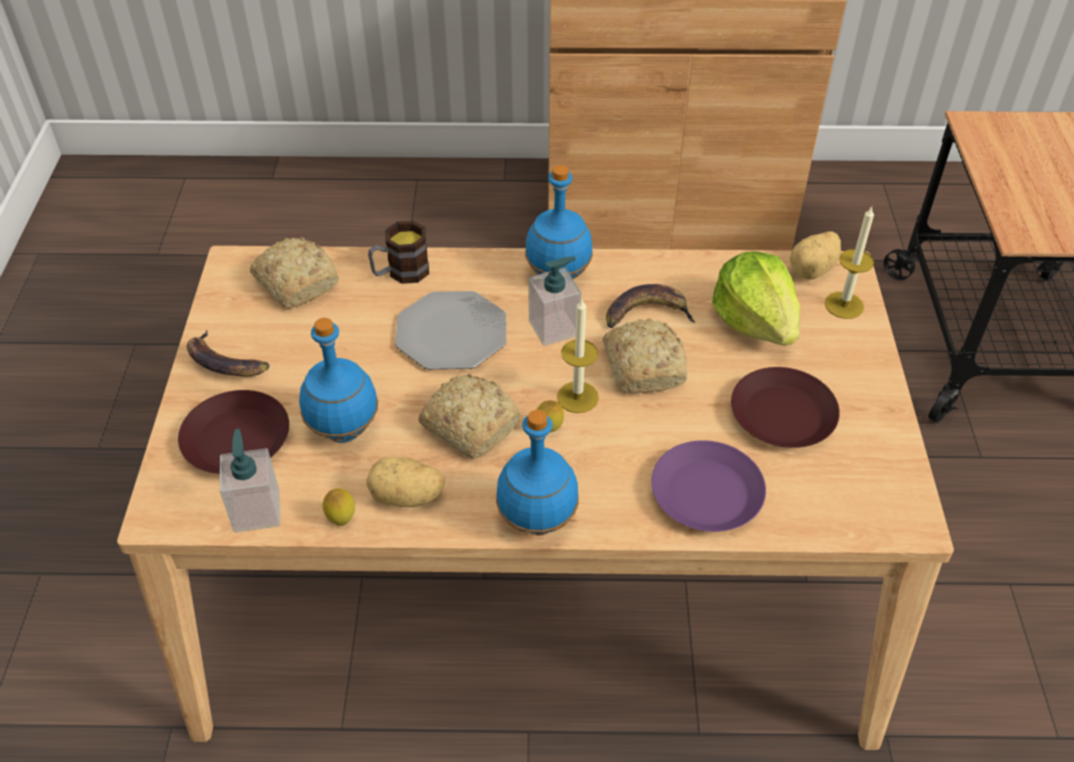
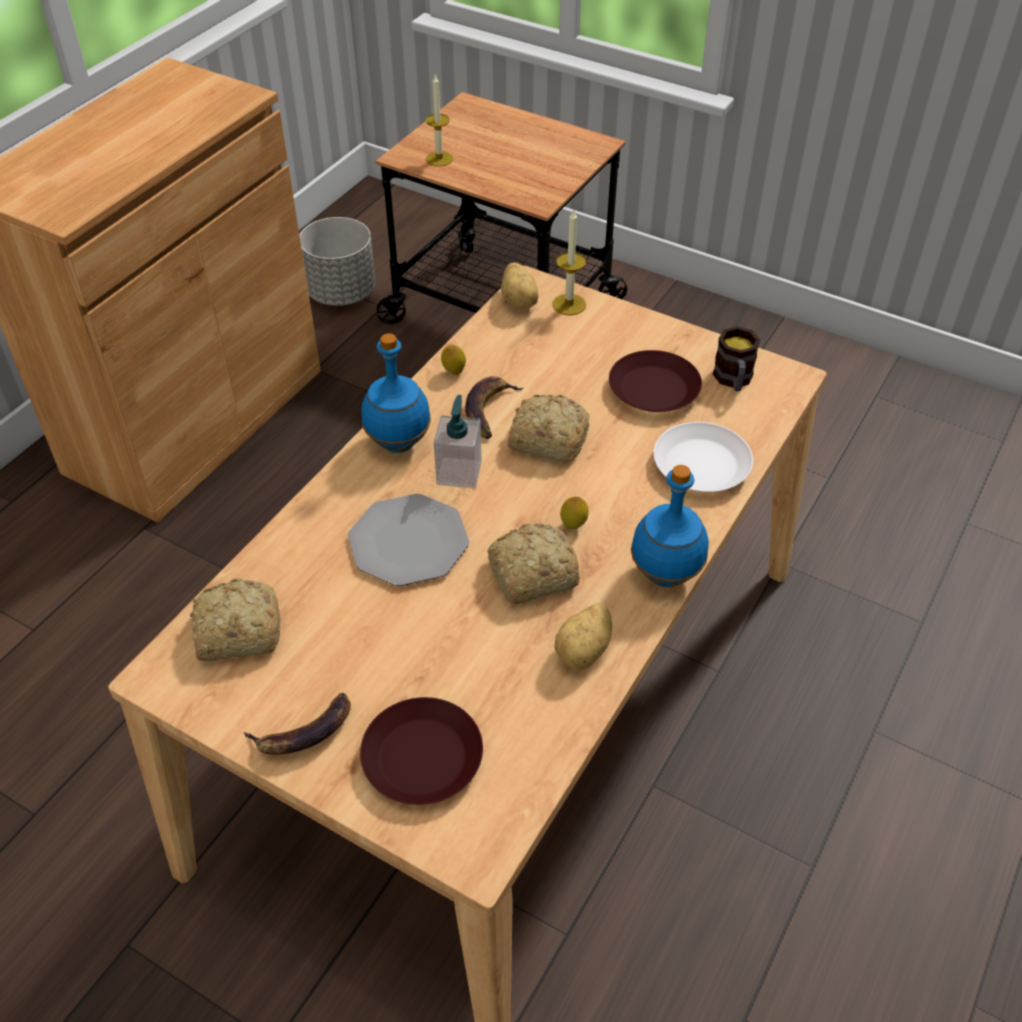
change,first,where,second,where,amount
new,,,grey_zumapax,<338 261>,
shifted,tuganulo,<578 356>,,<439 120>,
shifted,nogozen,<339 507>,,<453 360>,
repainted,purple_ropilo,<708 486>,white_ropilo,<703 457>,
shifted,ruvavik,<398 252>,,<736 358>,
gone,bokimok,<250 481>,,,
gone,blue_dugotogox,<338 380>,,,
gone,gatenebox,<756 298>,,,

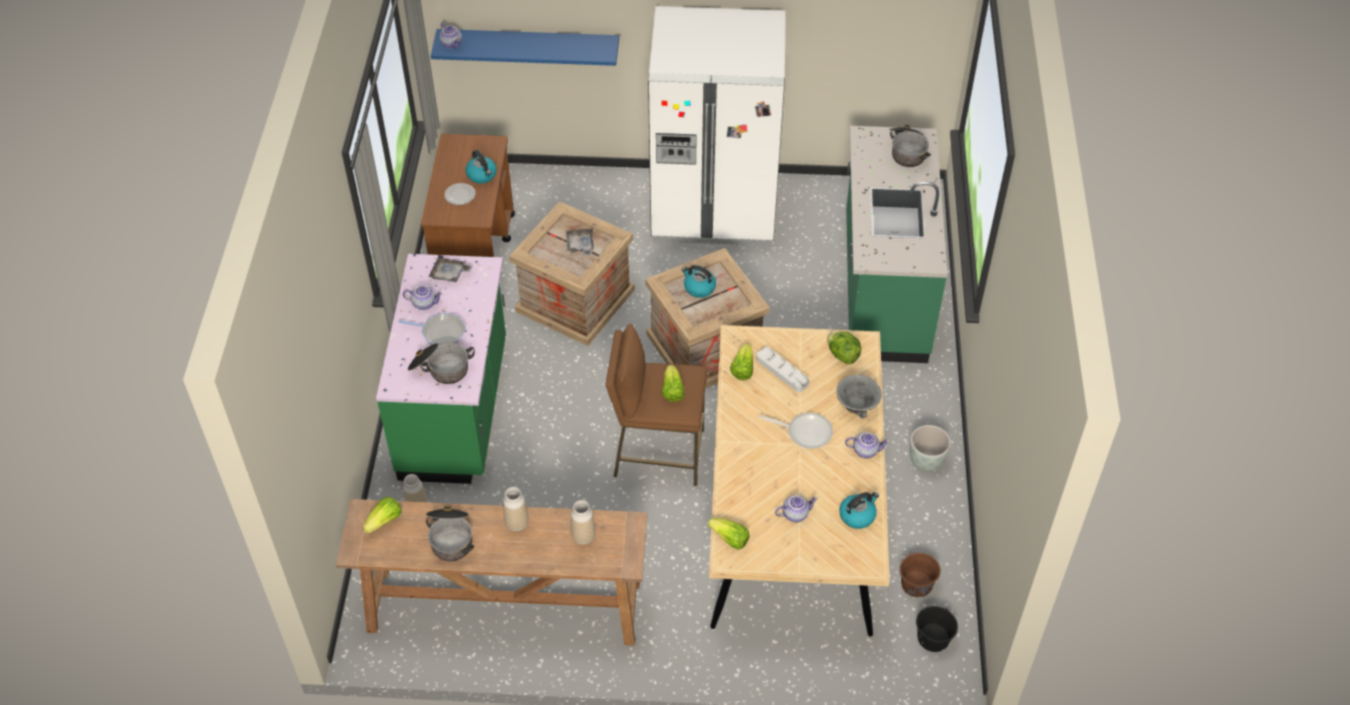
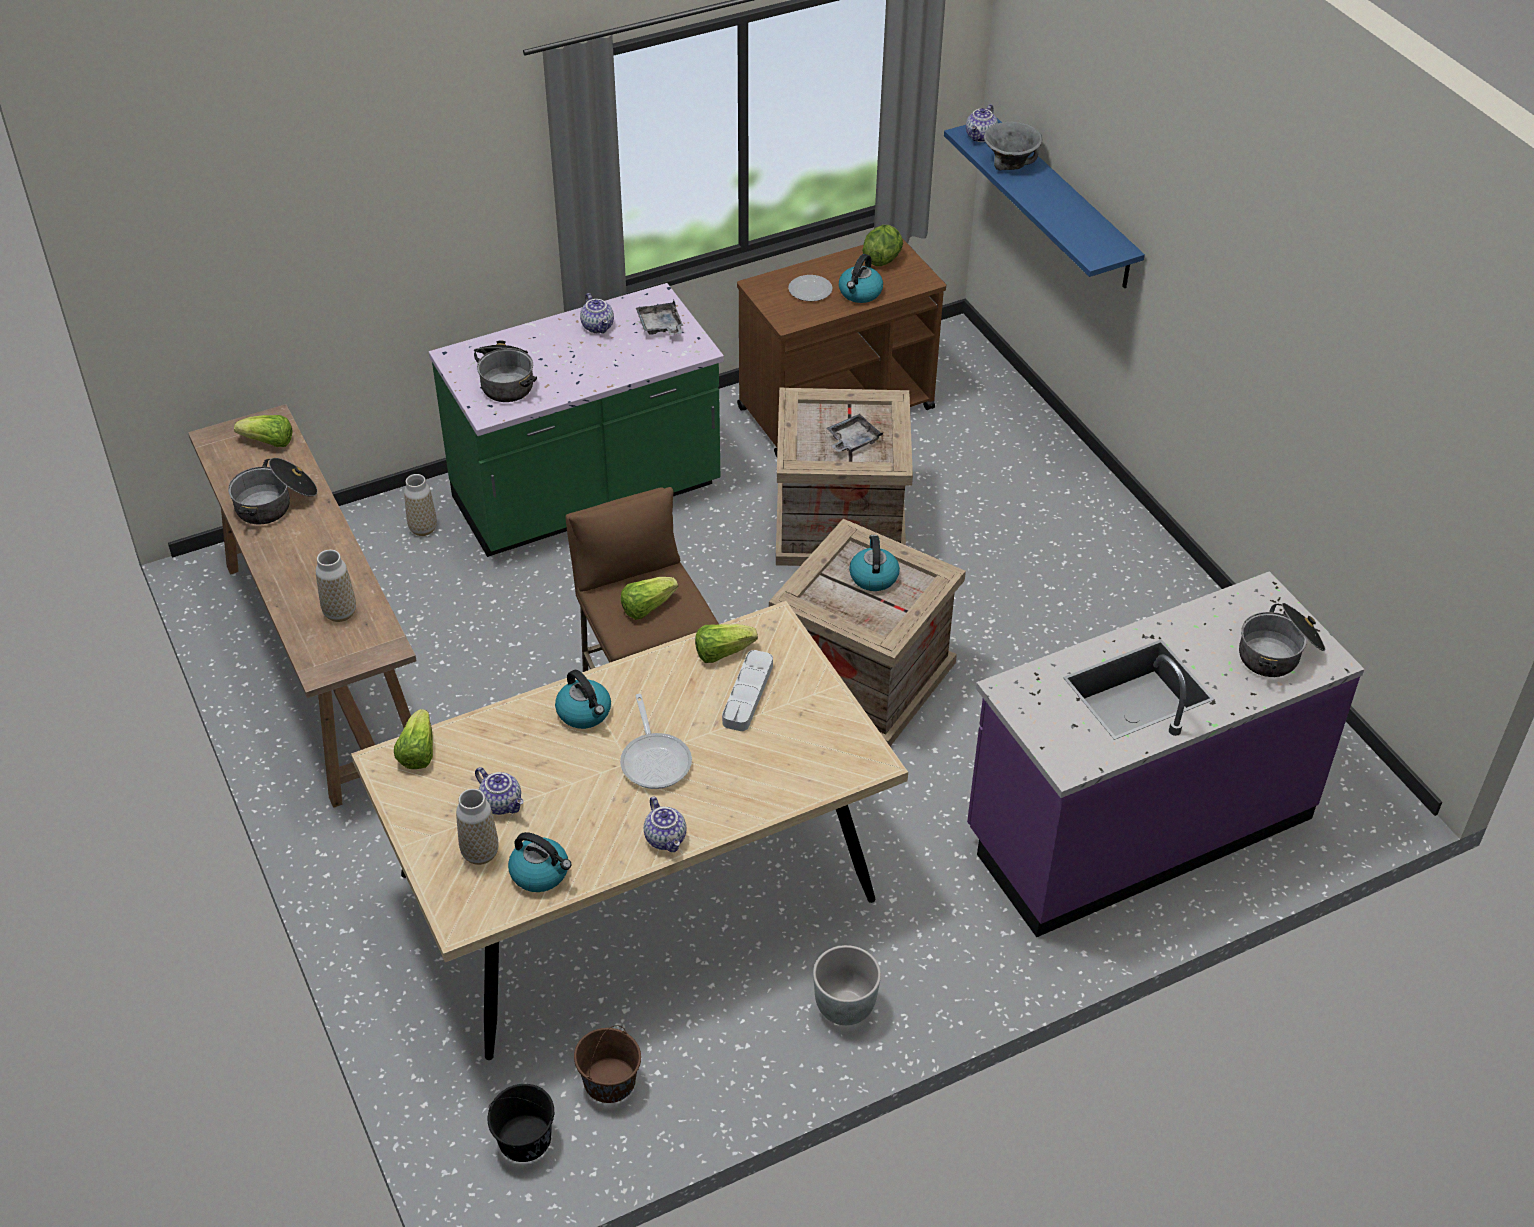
change,first,where,second,where,amount
shifted,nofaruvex,<516 509>,,<477 827>,
new,,,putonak,<583 699>,
shifted,gatenebox,<844 347>,,<882 245>,
repainted,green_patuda,<896 244>,purple_patuda,<1165 754>,
shifted,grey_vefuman,<859 396>,,<1013 145>,
gone,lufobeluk,<432 328>,,,
gone,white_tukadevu,<717 126>,,,

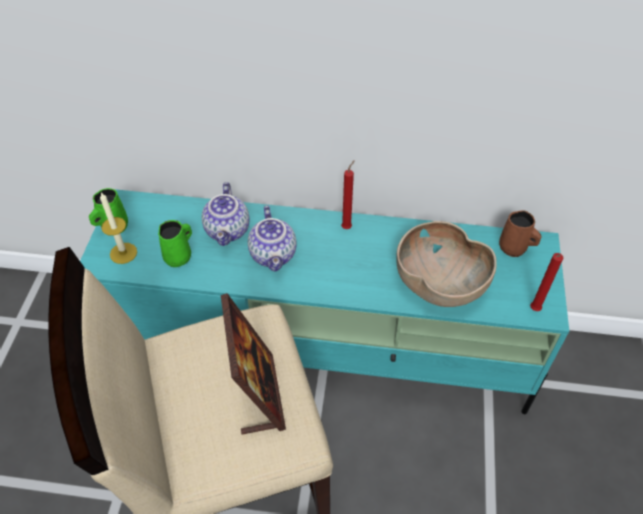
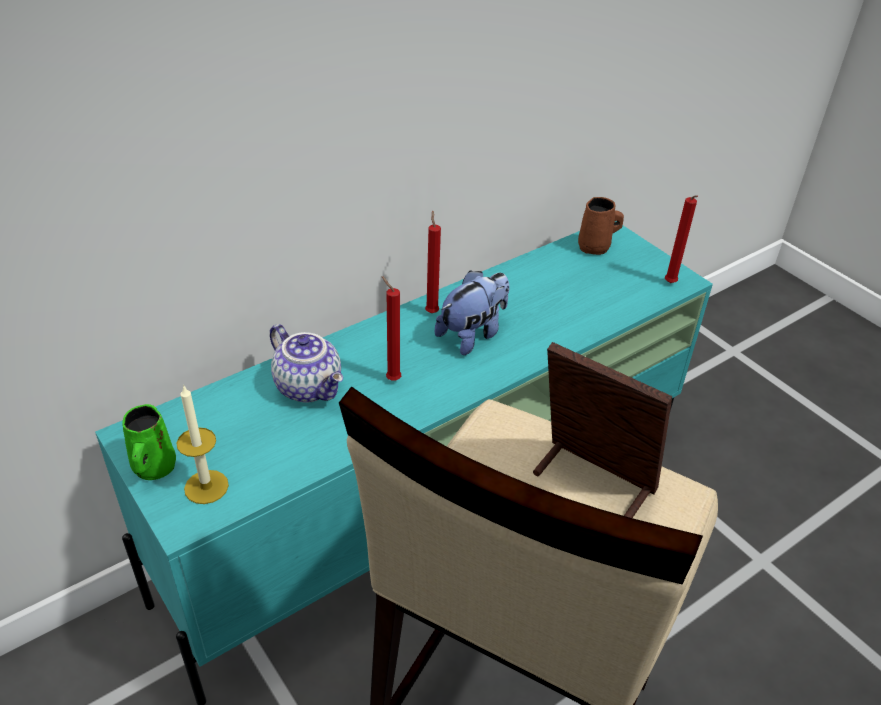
change,first,where,second,where,amount
swapped,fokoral,<272 239>,red_tuganulo,<391 328>,
new,,,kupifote,<472 312>,
gone,green_ruvavik,<175 243>,,,
gone,brown_vefuman,<446 264>,,,

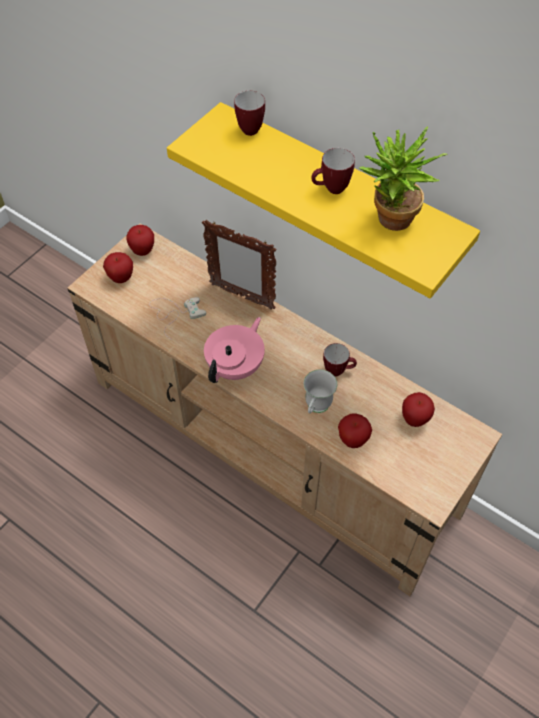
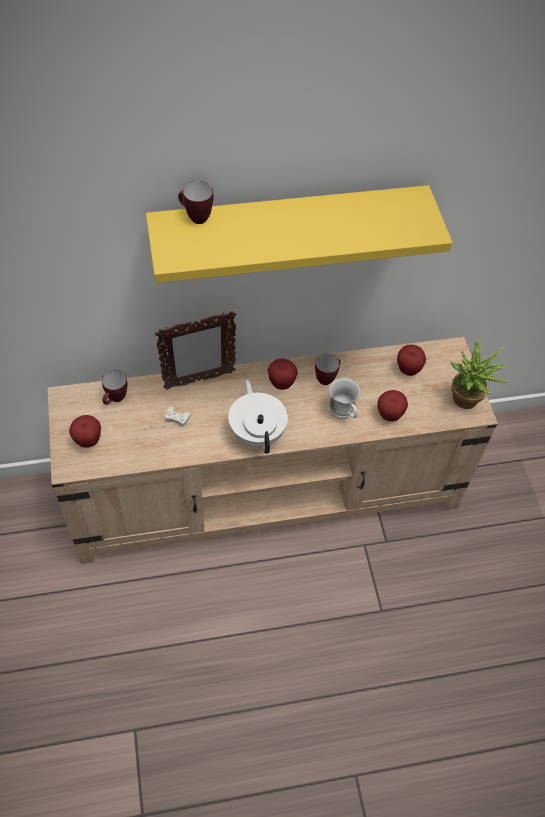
change,first,where,second,where,amount
shifted,ruvavik,<333 171>,,<114 387>,
repainted,pink_fokoral,<234 350>,white_fokoral,<258 417>,
shifted,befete,<140 240>,,<283 374>,
shifted,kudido,<403 178>,,<479 373>,

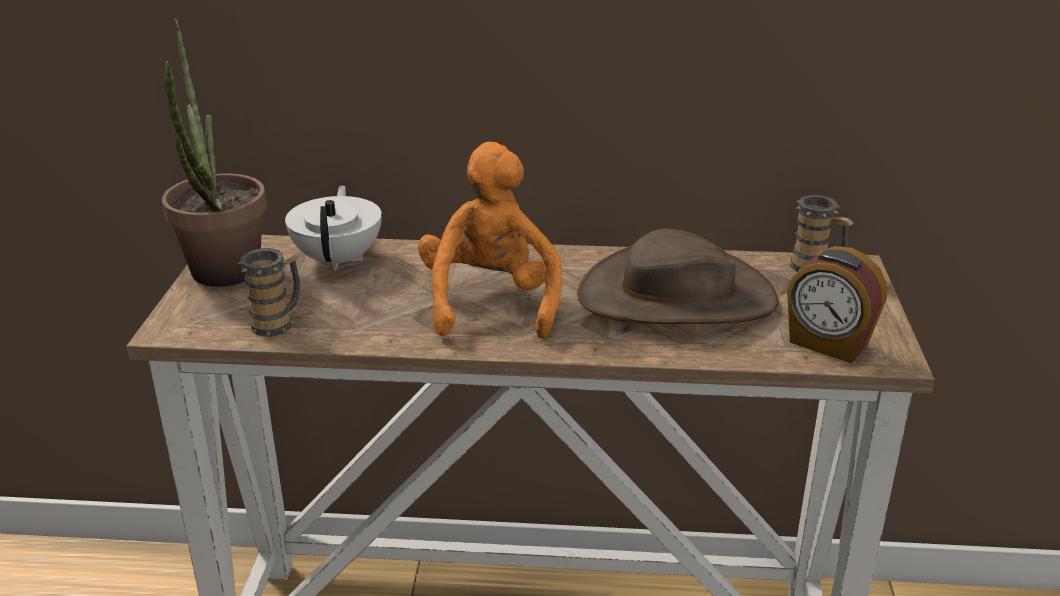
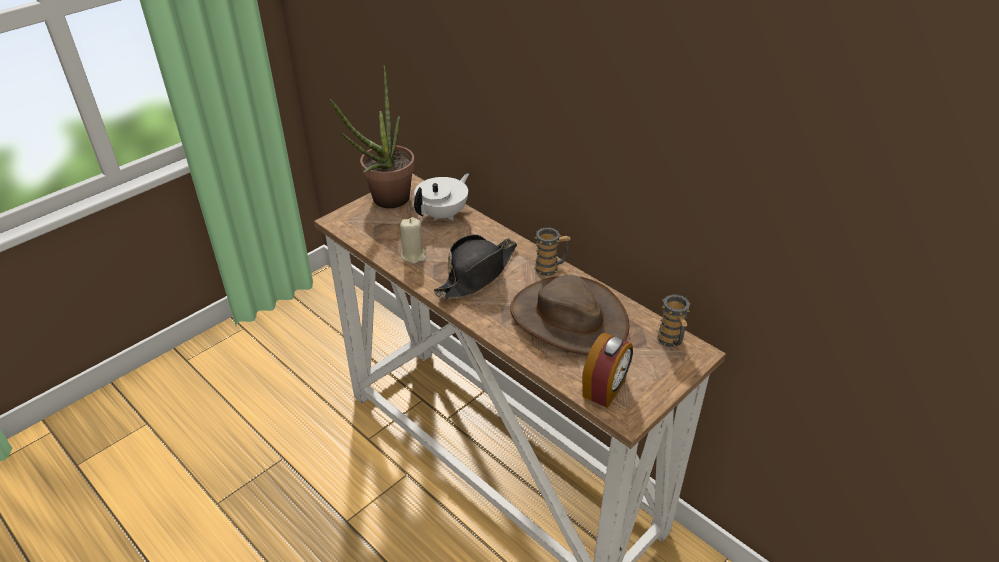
change,first,where,second,where,amount
new,,,beige_tuganulo,<413 240>,
swapped,orange_kupifote,<490 240>,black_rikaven,<475 266>,
shifted,ruvavik,<268 292>,,<552 251>,
rotated,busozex,<837 305>,,<607 370>,135 degrees counterclockwise

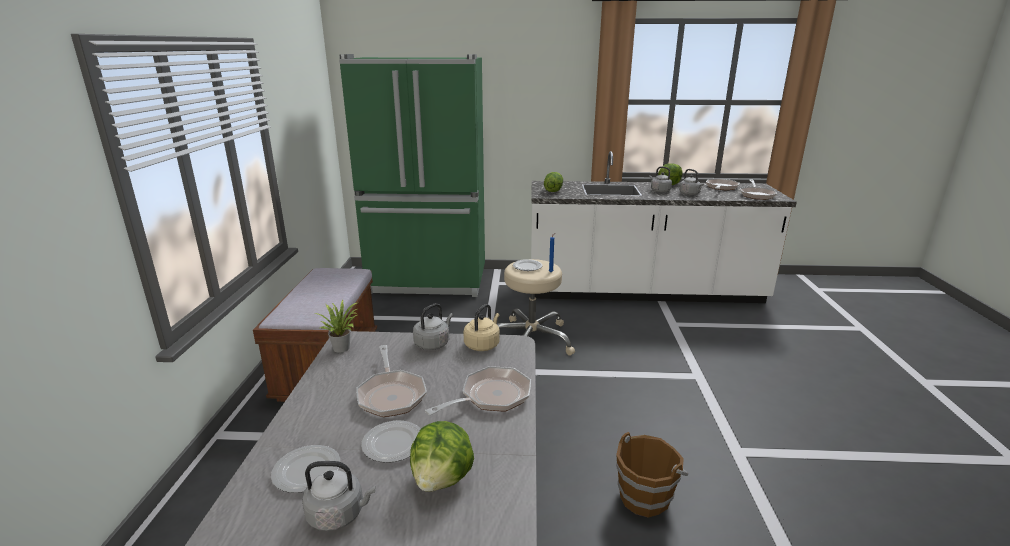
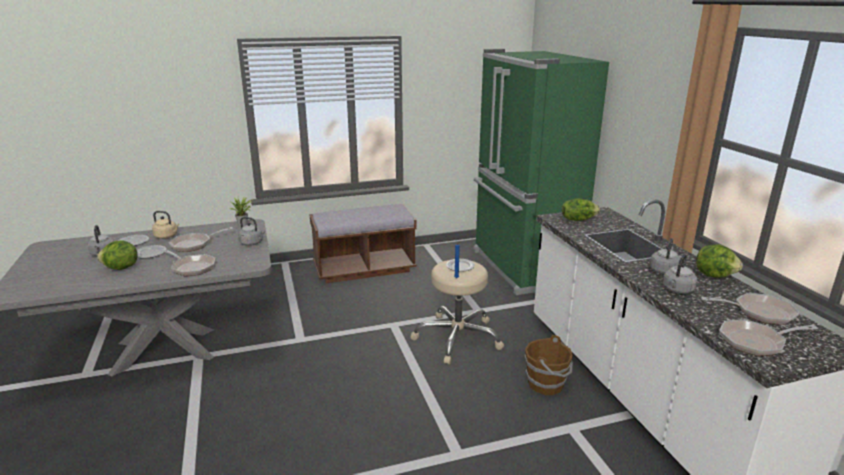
change,first,where,second,where,amount
shifted,beige_putonak,<481 327>,,<165 225>,
shifted,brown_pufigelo,<652 474>,,<549 365>,

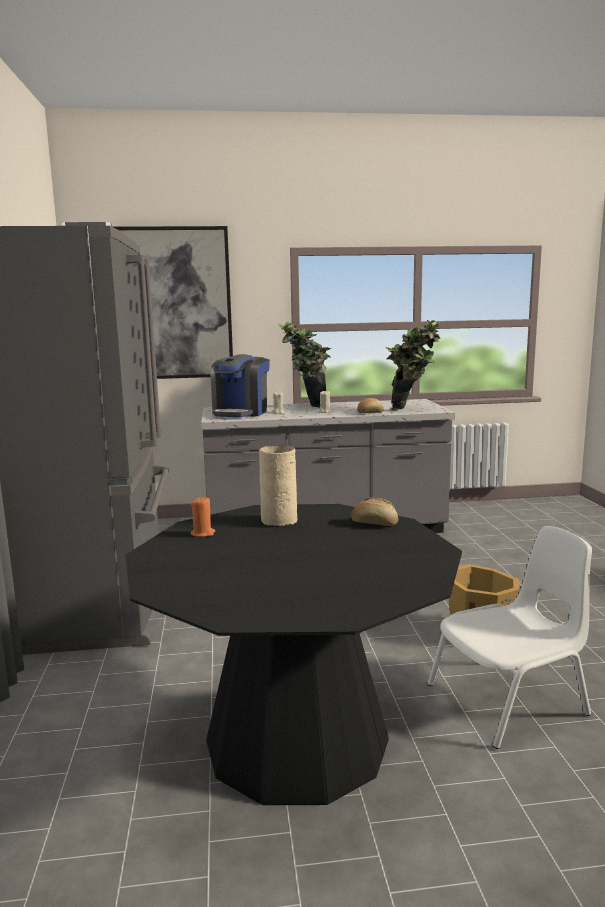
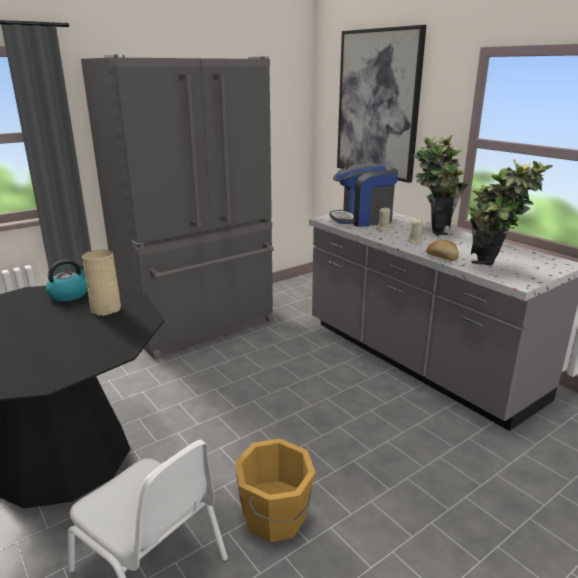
change,first,where,second,where,amount
swapped,orange_tuganulo,<203 516>,putonak,<66 281>,
gone,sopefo,<374 512>,,,

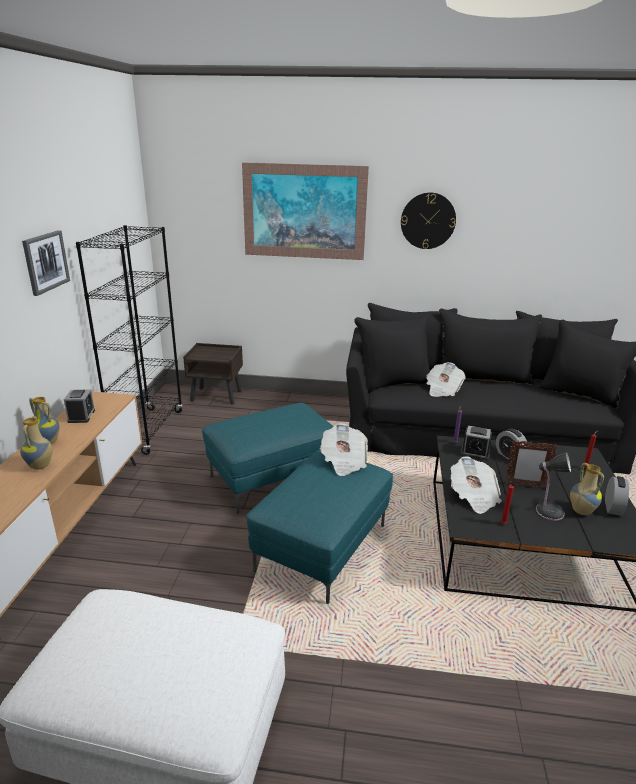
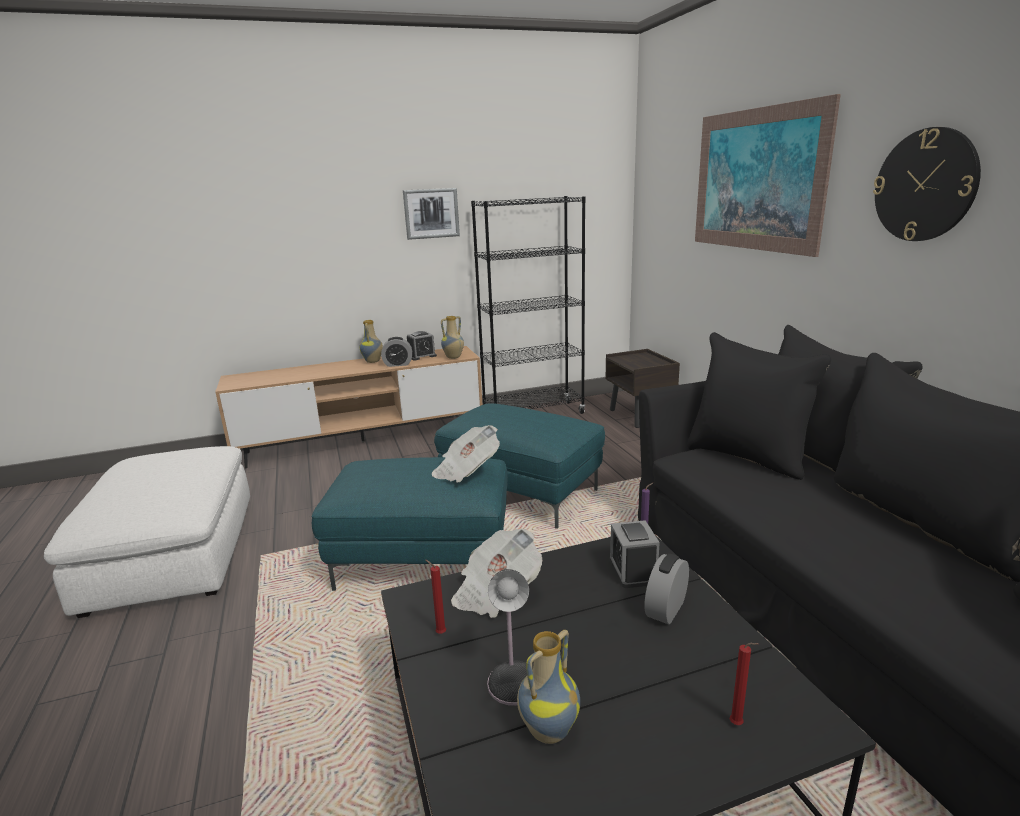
change,first,where,second,where,amount
shifted,busozex,<617 496>,,<396 352>,
shifted,nofaruvex,<36 443>,,<452 337>,
gone,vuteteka,<446 379>,,,
gone,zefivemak,<531 464>,,,

